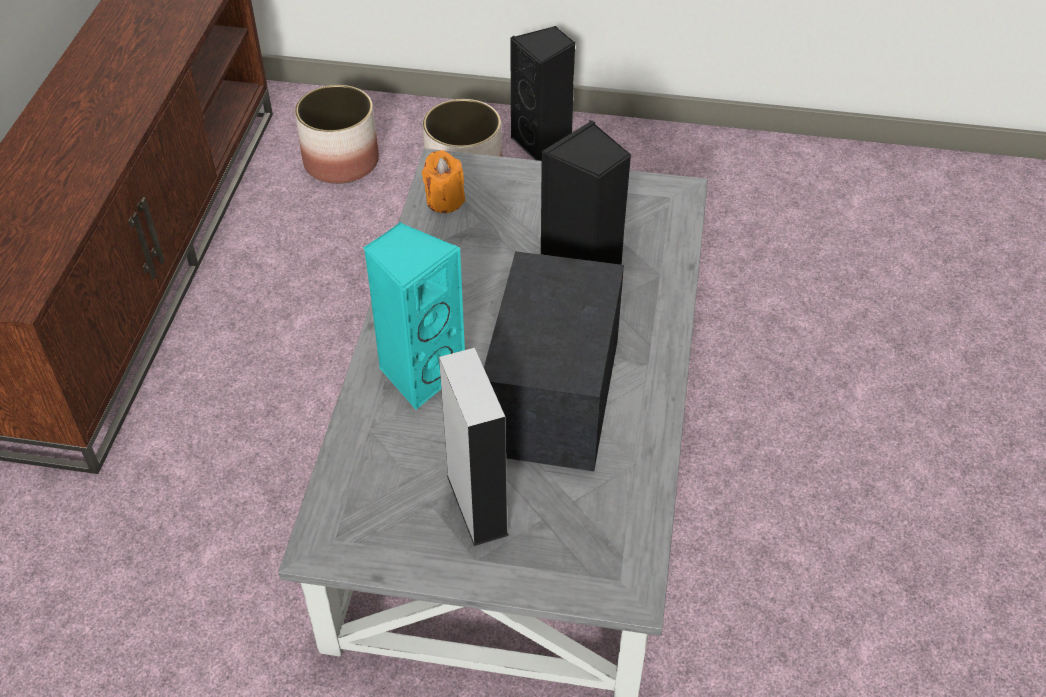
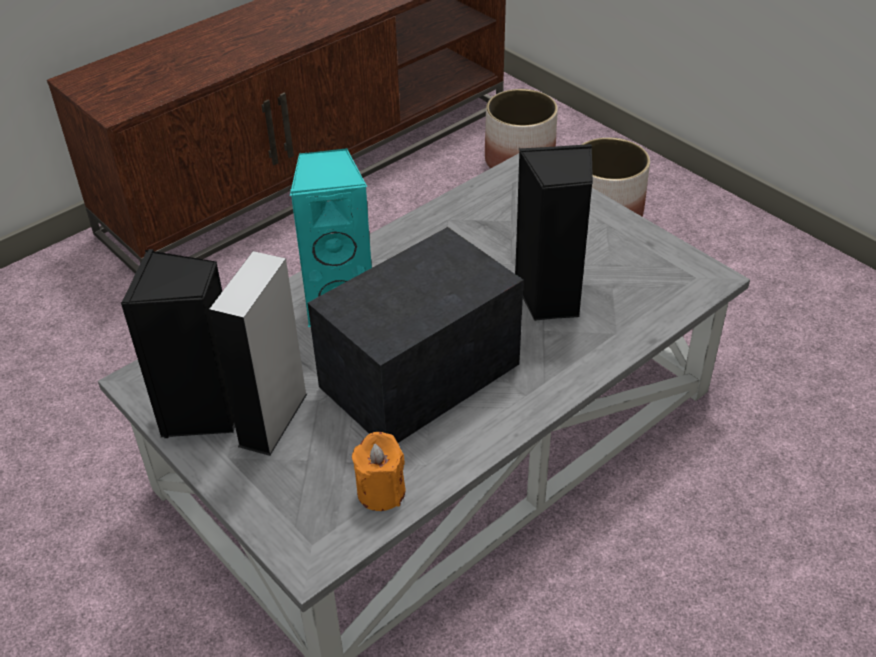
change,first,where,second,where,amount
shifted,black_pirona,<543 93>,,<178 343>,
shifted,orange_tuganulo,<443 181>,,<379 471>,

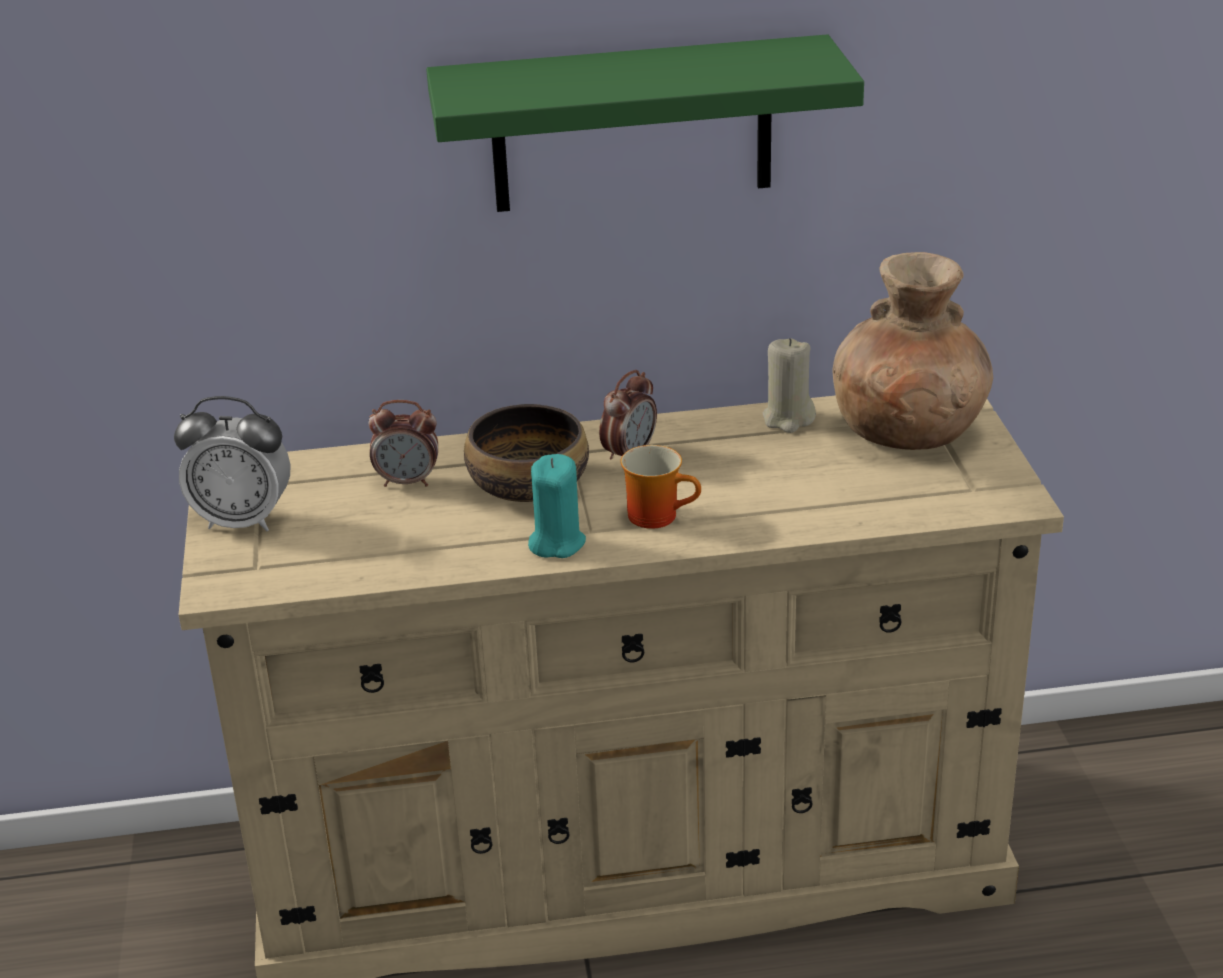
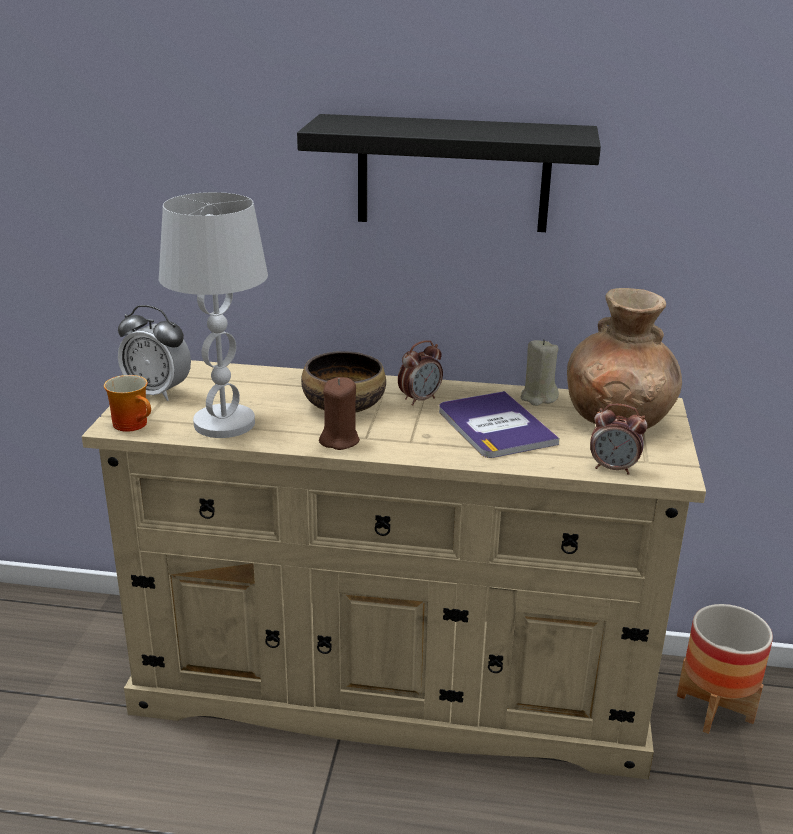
change,first,where,second,where,amount
shifted,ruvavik,<661 487>,,<127 403>,
new,,,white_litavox,<213 315>,
repainted,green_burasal,<645 123>,black_burasal,<449 173>,
repainted,turquoise_tuganulo,<557 506>,brown_tuganulo,<339 413>,
new,,,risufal,<499 424>,
shifted,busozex,<403 443>,,<619 439>,
new,,,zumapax,<725 669>,

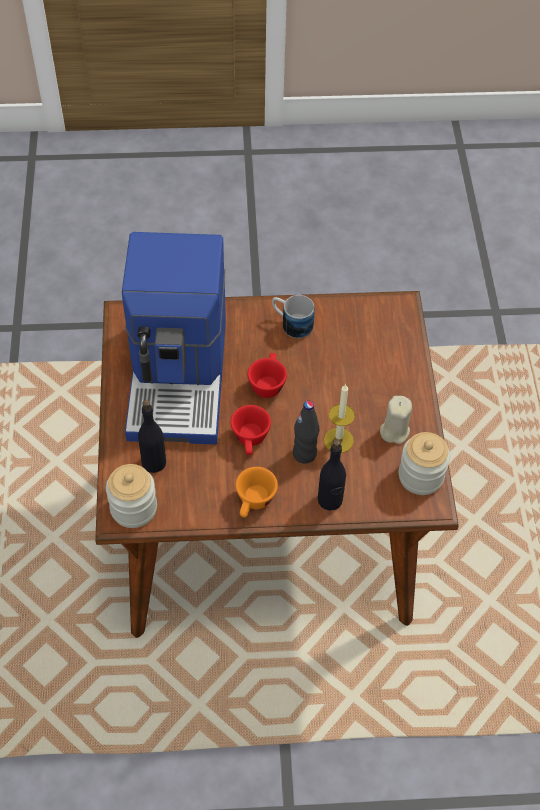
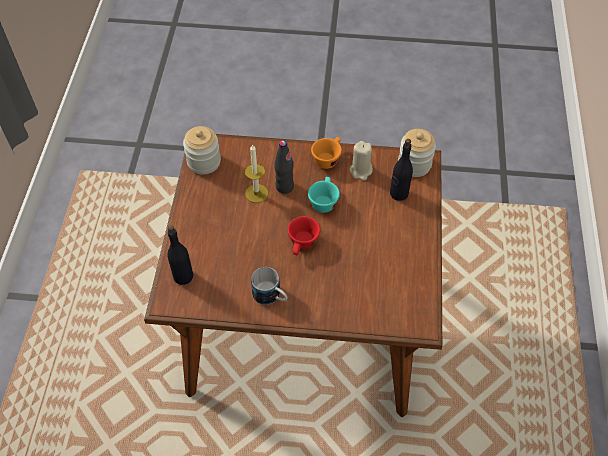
change,first,where,second,where,amount
shifted,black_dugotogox,<332 475>,,<180 255>,
repainted,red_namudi,<250 430>,turquoise_namudi,<324 195>,
shifted,beige_tuganulo,<396 420>,,<361 160>,
gone,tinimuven,<174 338>,,,

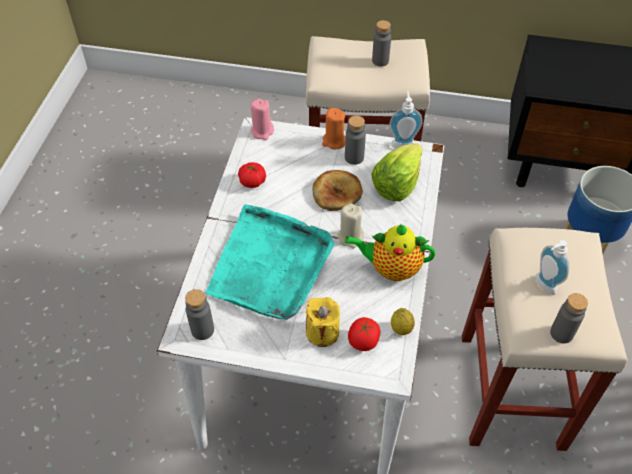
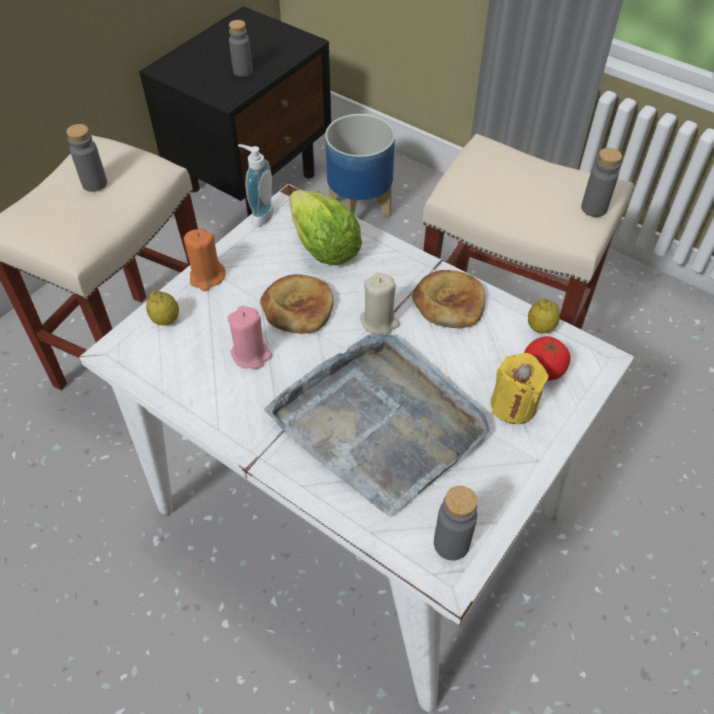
change,first,where,second,where,amount
new,,,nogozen,<162 308>,
shifted,pink_tuganulo,<262 119>,,<250 337>,
shifted,grey_dugotogox,<355 140>,,<241 48>,
repainted,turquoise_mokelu,<270 262>,grey_mokelu,<377 424>,
swapped,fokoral,<390 252>,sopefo,<448 299>,
gone,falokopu,<252 175>,,,
gone,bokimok,<552 267>,,,

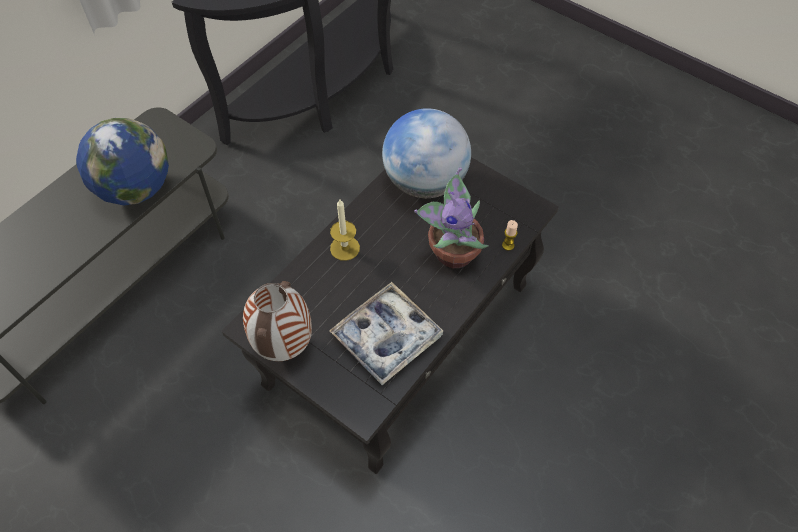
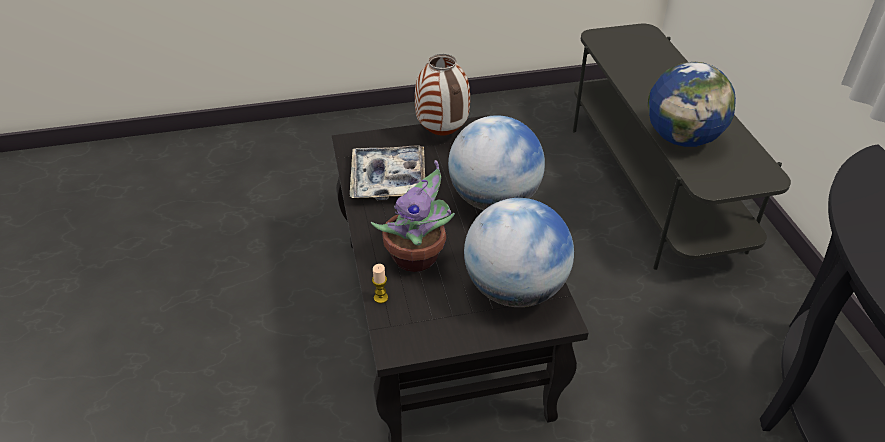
change,first,where,second,where,amount
swapped,tuganulo,<345 230>,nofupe,<496 162>,

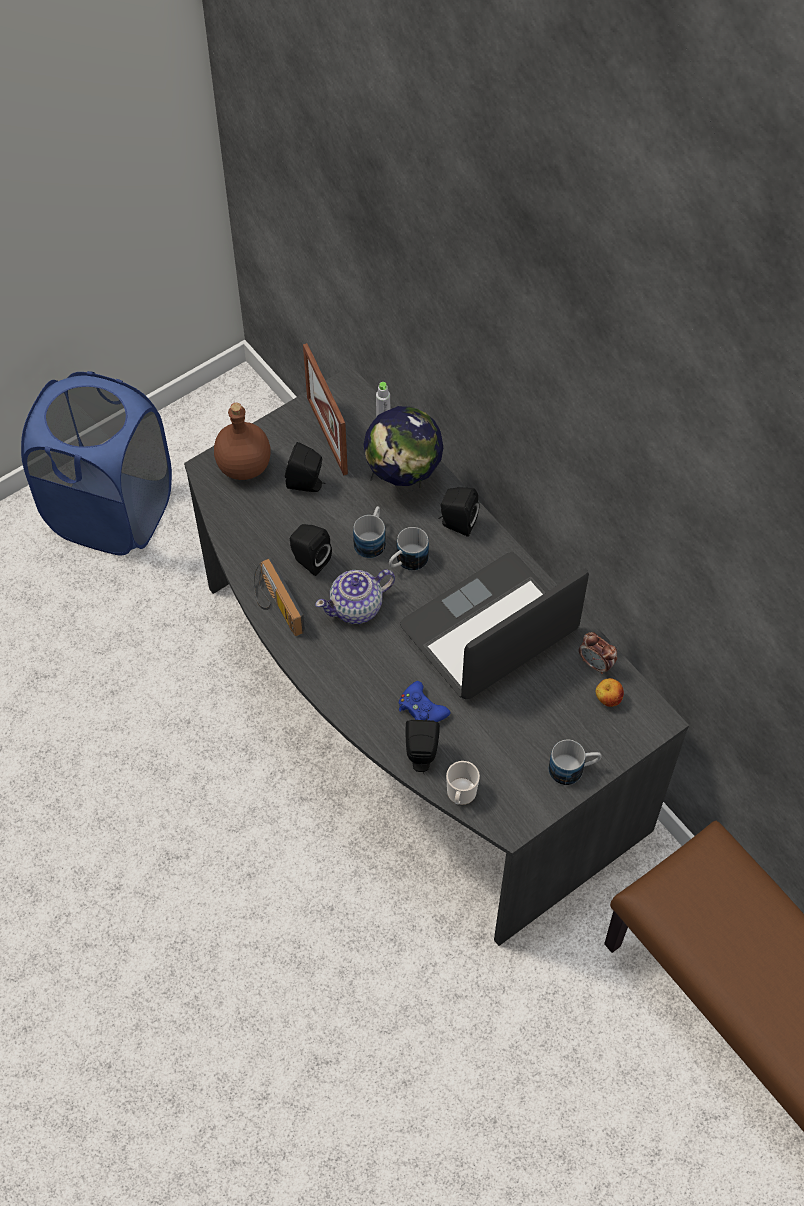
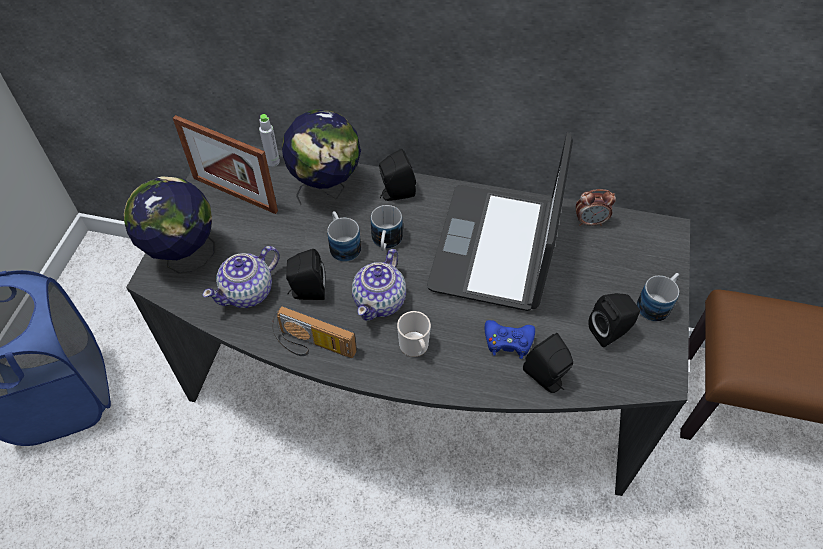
change,first,where,second,where,amount
swapped,brown_dugotogox,<242 441>,nofupe,<169 225>,
new,,,fokoral,<241 277>,
shifted,ruvavik,<463 783>,,<414 334>,
shifted,black_pirona,<305 467>,,<614 320>,
gone,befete,<610 692>,,,

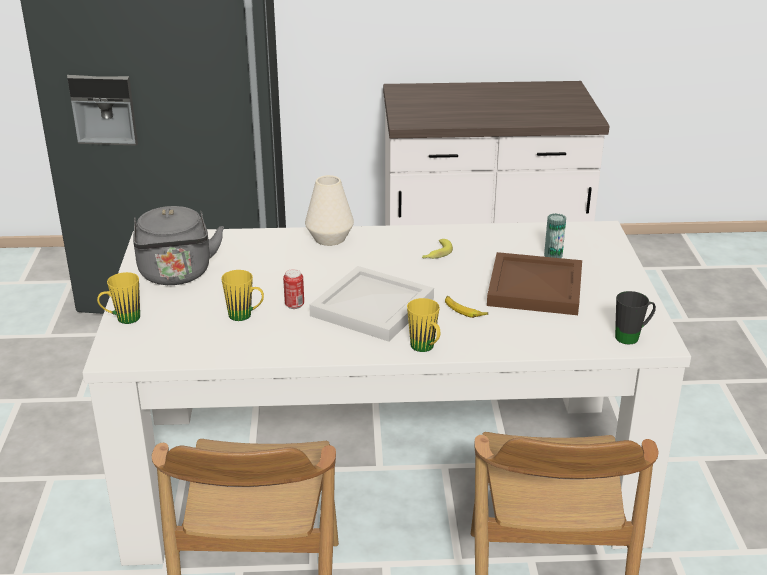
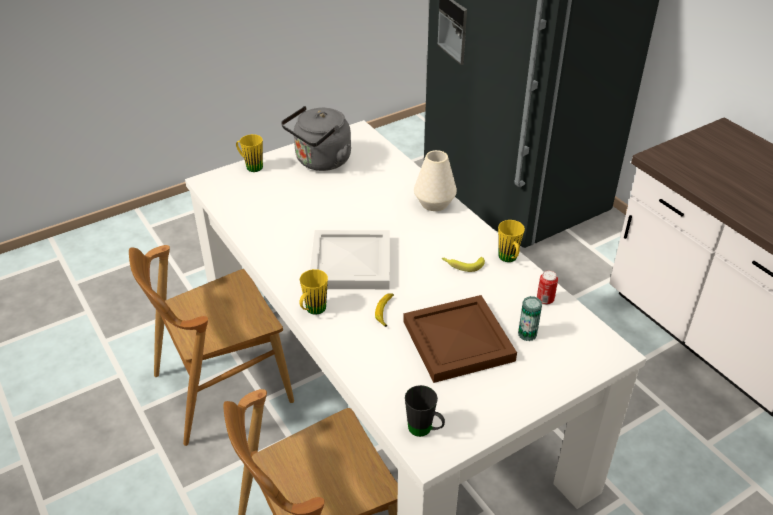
change,first,where,second,where,amount
shifted,yellow_ruvavik,<242 295>,,<511 241>,
shifted,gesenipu,<293 289>,,<547 288>,

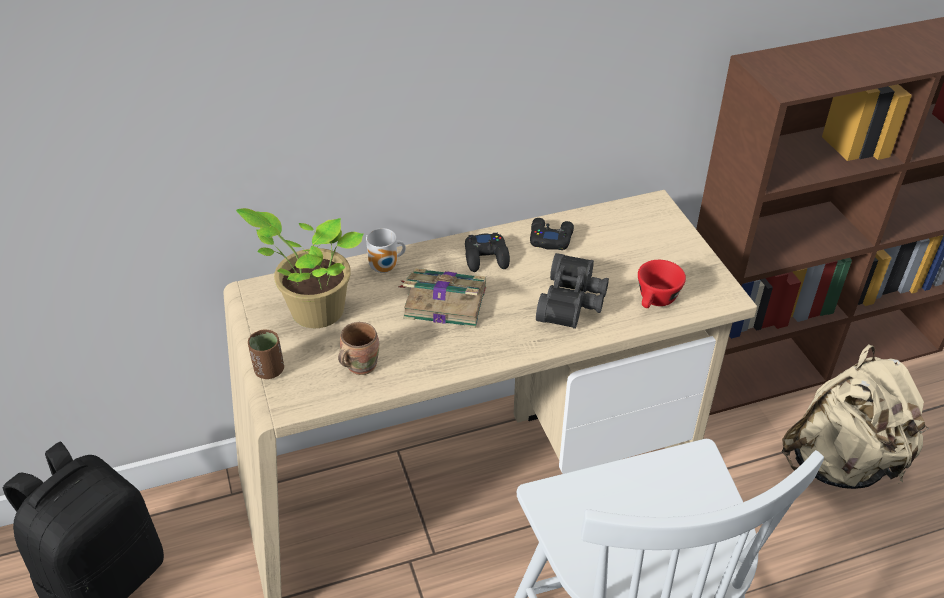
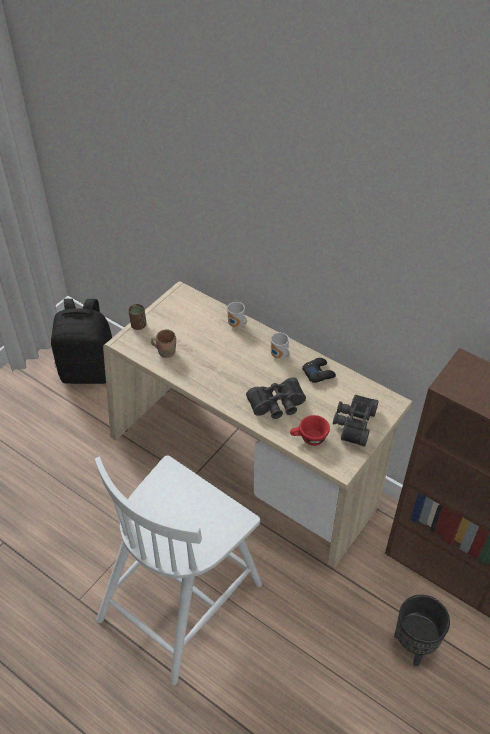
change,first,where,second,where,amount
swapped,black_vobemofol,<487 252>,ruvavik,<280 346>,
new,,,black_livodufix,<356 420>,
swapped,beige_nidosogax,<855 416>,black_zumapax,<422 630>,
gone,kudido,<300 268>,,,
gone,risufal,<442 298>,,,

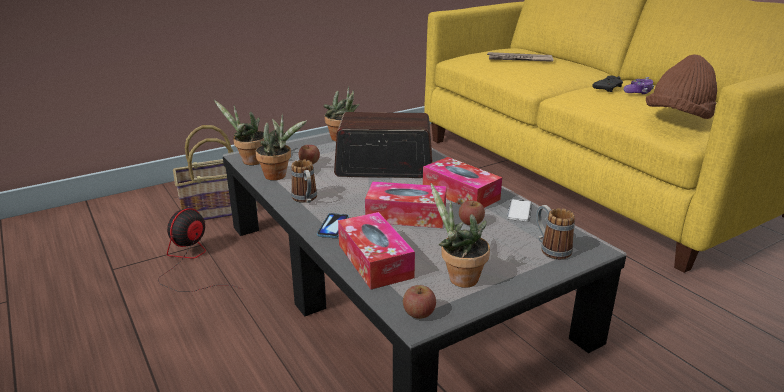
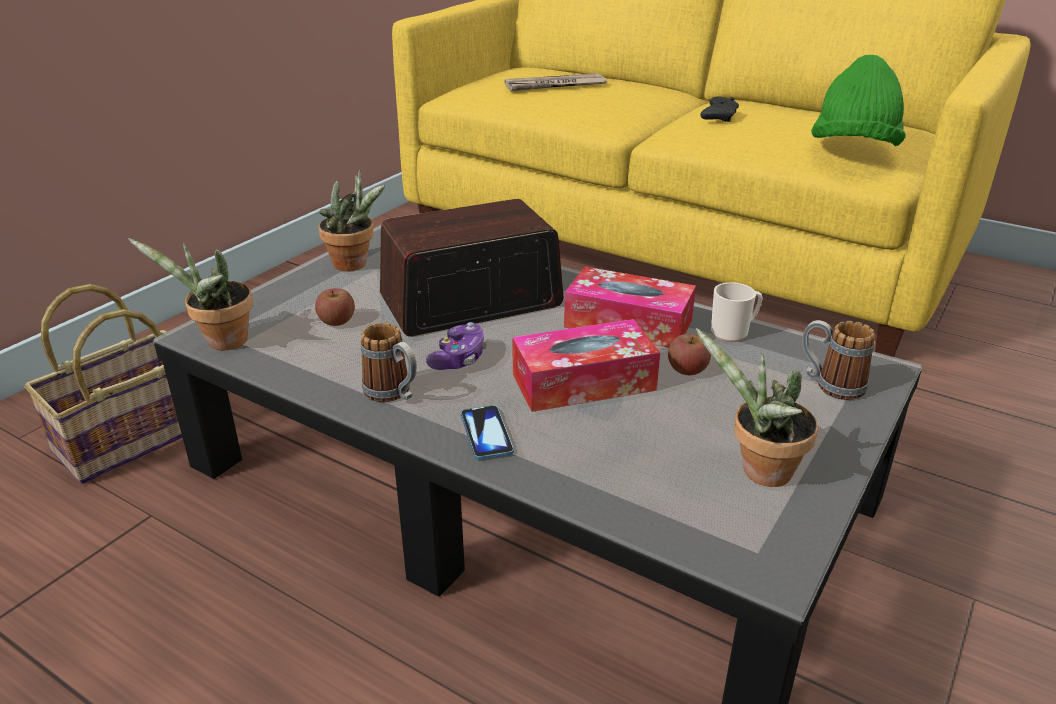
change,first,where,second,where,amount
shifted,vobemofol,<638 85>,,<456 346>,
swapped,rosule,<519 210>,ruvavik,<737 312>,
repainted,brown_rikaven,<681 87>,green_rikaven,<858 100>,
gone,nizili,<200 250>,,,
gone,kudido,<281 147>,,,
gone,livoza,<376 250>,,,
gone,befete,<419 302>,,,

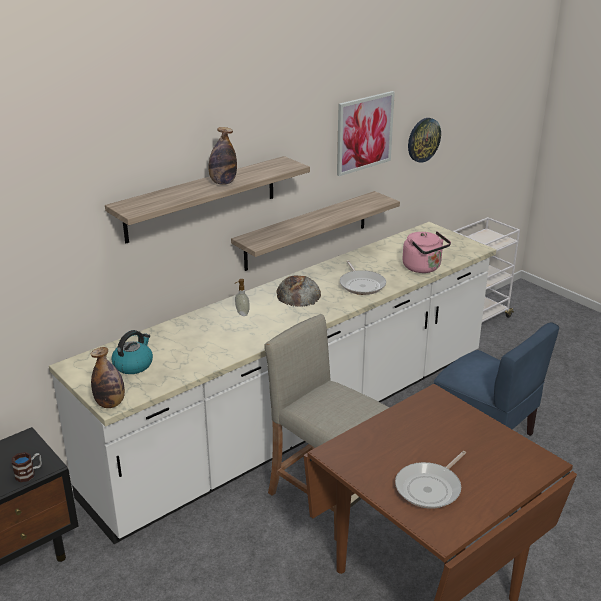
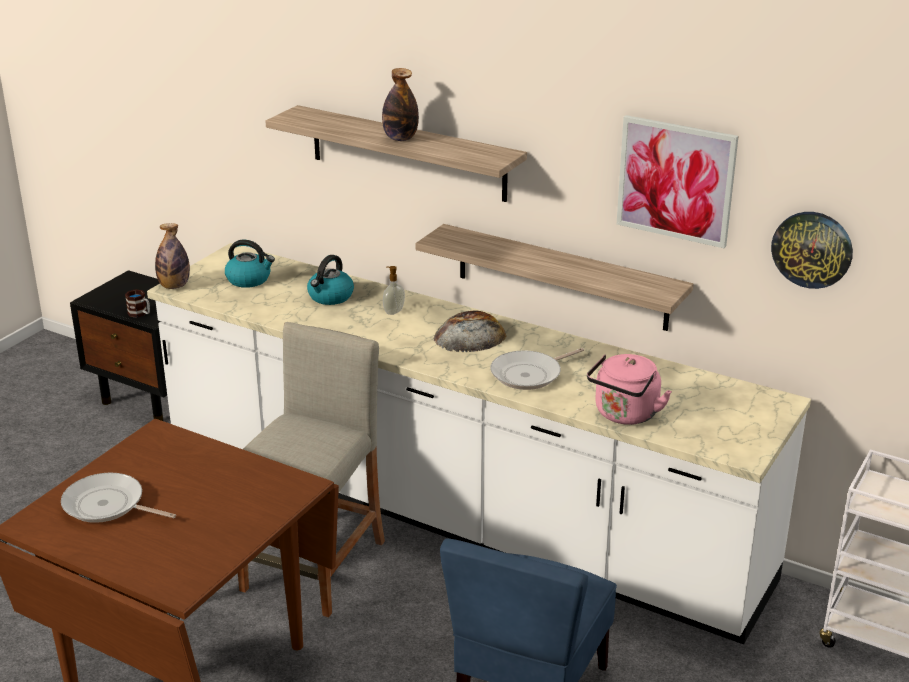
change,first,where,second,where,amount
new,,,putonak,<330 280>,

